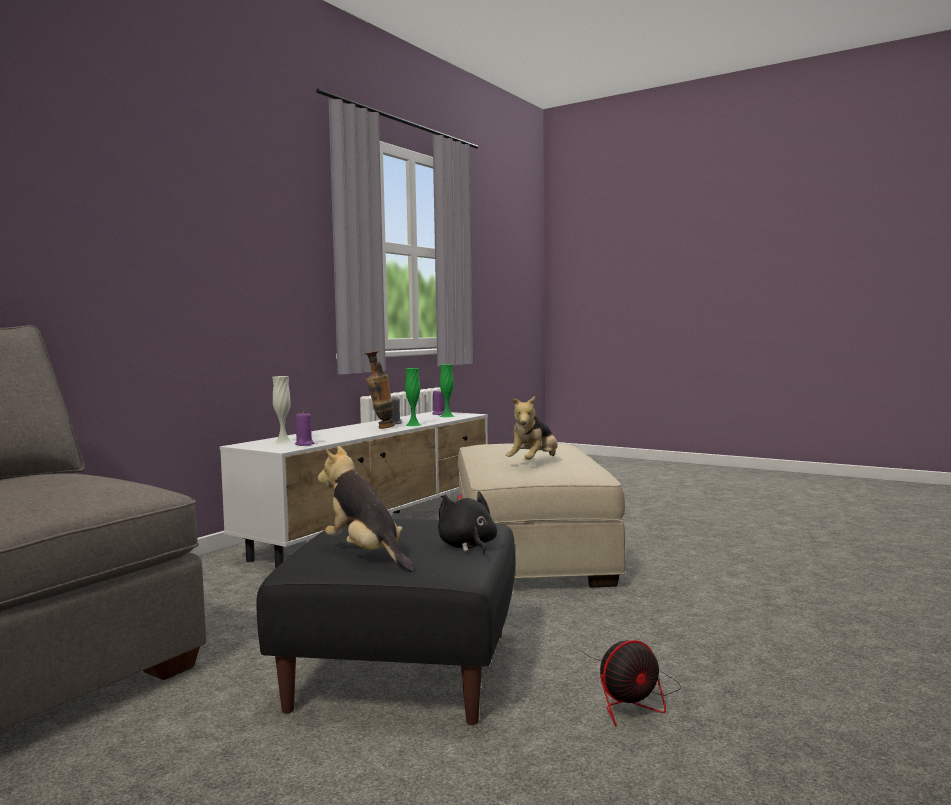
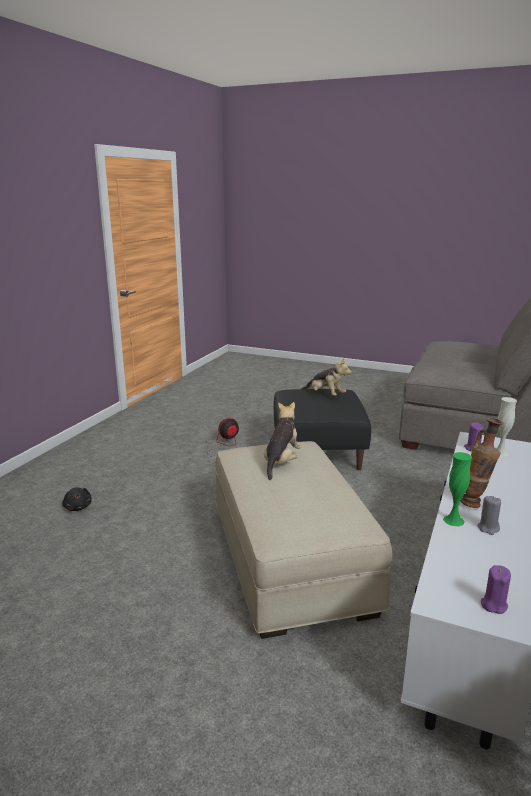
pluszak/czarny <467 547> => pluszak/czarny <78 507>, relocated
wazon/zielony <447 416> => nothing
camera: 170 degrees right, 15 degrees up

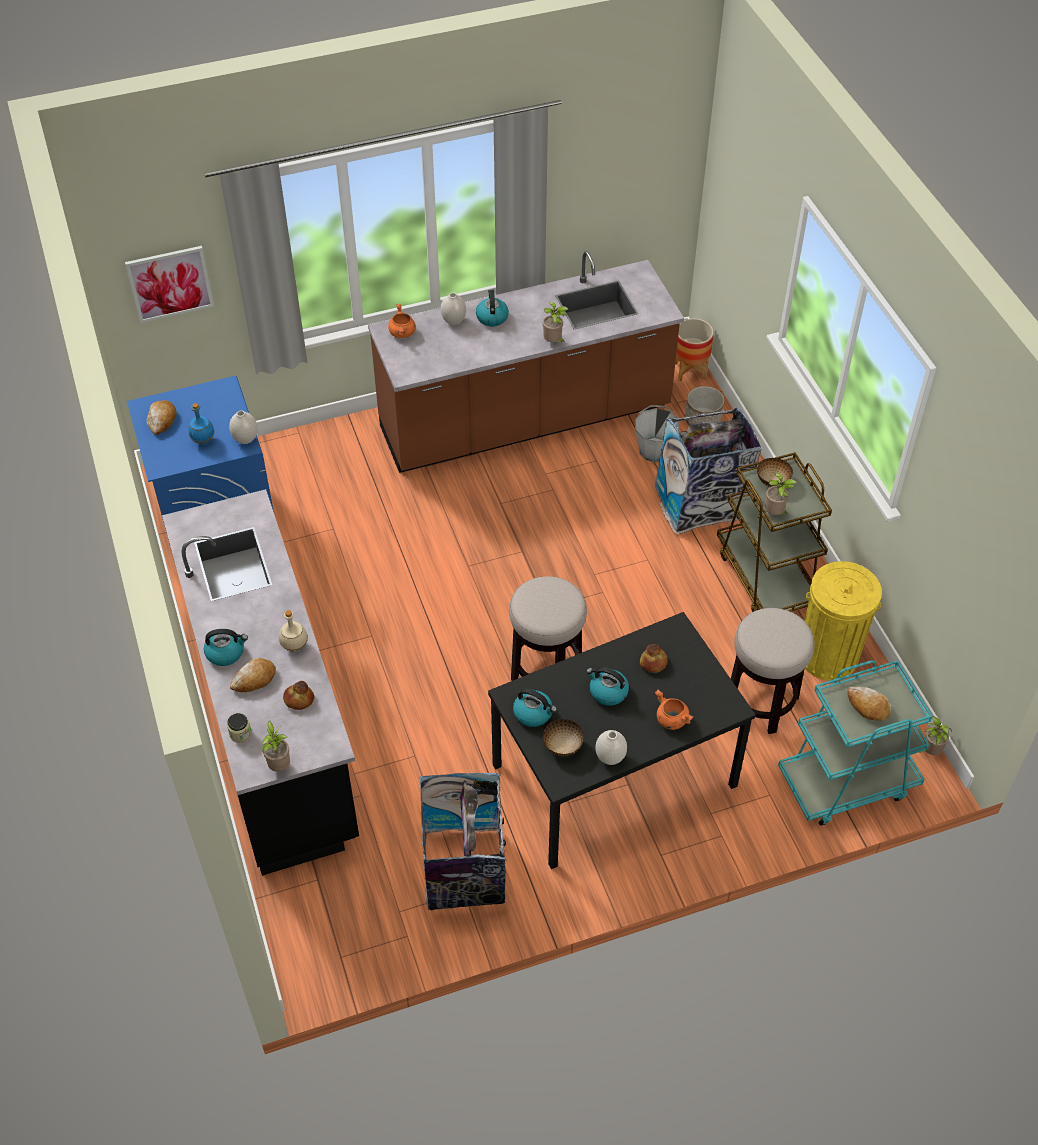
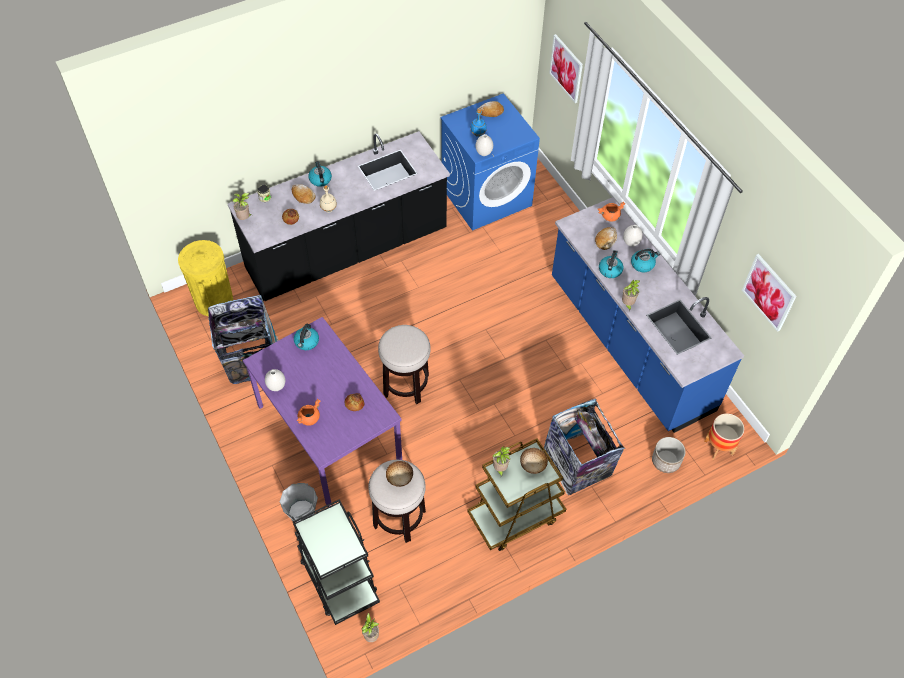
kosz na śmieci/żółty <828 656> => kosz na śmieci/żółty <214 301>, relocated
stół jadalny/czarny <613 777> => stół jadalny/fioletowy <327 432>
wiadro/szary <654 450> => wiadro/szary <302 512>, relocated
wózek/turkusowy <847 782> => wózek/czarny <338 578>
miska <562 746> => miska <400 478>, relocated
zabudowa kuchenna/brązowy <525 421> => zabudowa kuchenna/niebieski <629 344>
chleb <868 706> => chleb <605 240>, relocated
czajnik <607 692> => czajnik <610 270>, relocated
nothing => obraz <769 292>
camera: 80 degrees right, 5 degrees up

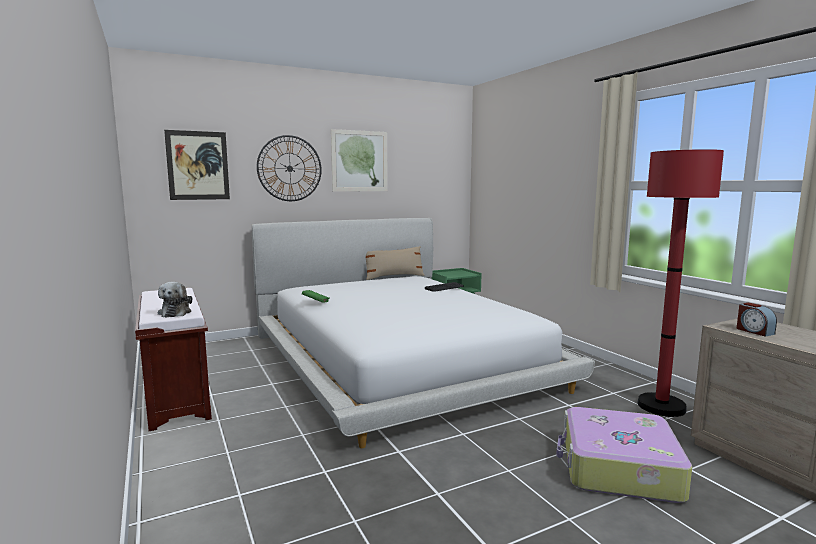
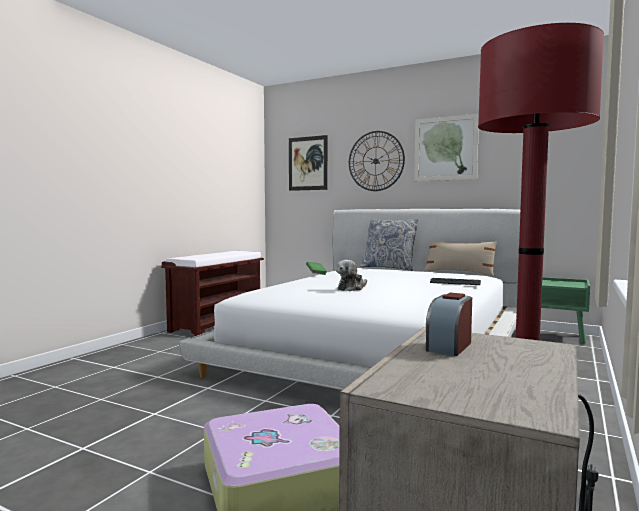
pluszak <175 312> => pluszak <351 288>, relocated
nothing => poduszka <389 268>
camera: 55 degrees right, 5 degrees down

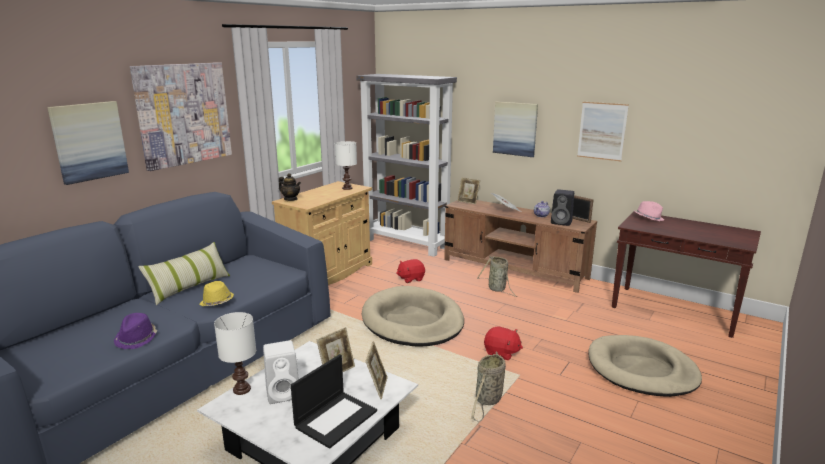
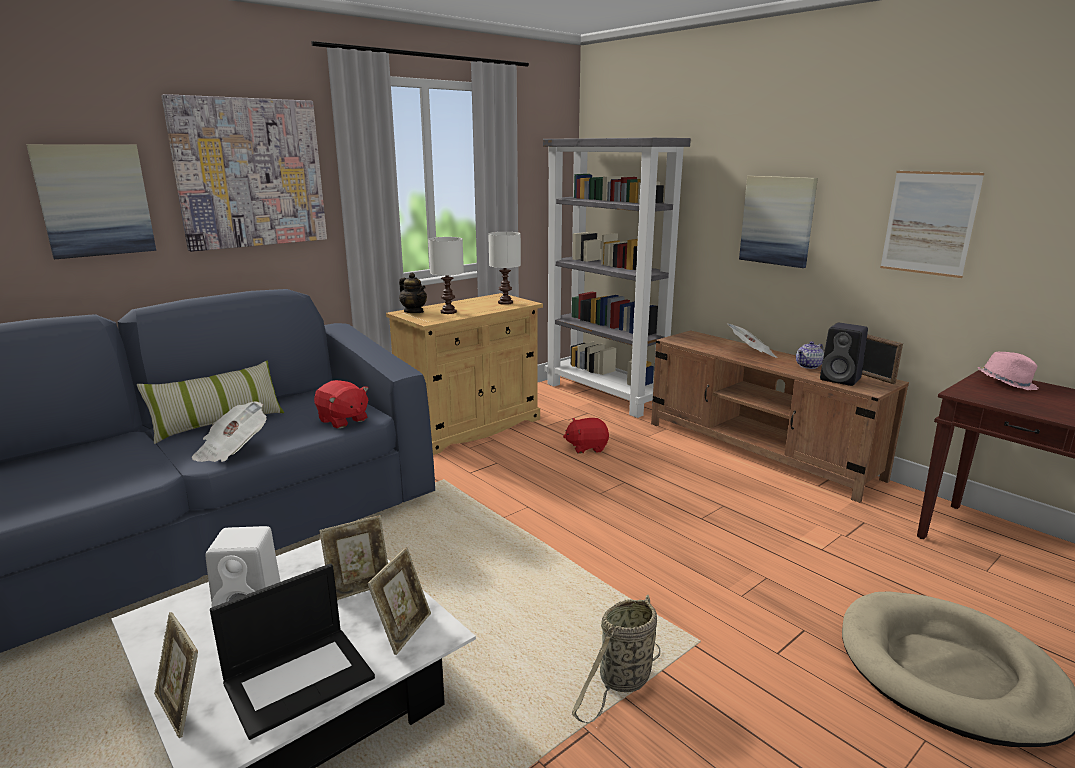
ramka na zdjęcie <468 202> => ramka na zdjęcie <183 707>, relocated
kapelusz/żółty <217 303> => gazeta <232 450>
pluszak/czerwony <501 353> => pluszak/czerwony <343 420>, relocated
lampa stołowa/biały <241 389> => lampa stołowa/biały <448 312>, relocated
kapelusz/fioletowy <137 338> => nothing
legowisko/beżowy <412 321> => nothing
koszyk <497 289> => nothing
camera: 15 degrees right, 0 degrees up

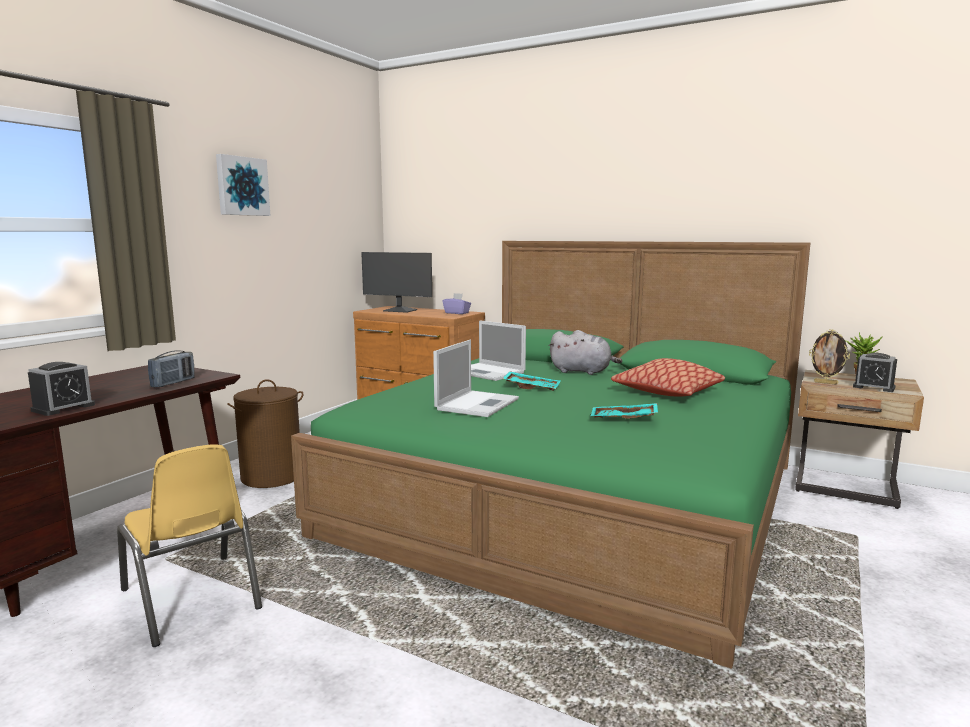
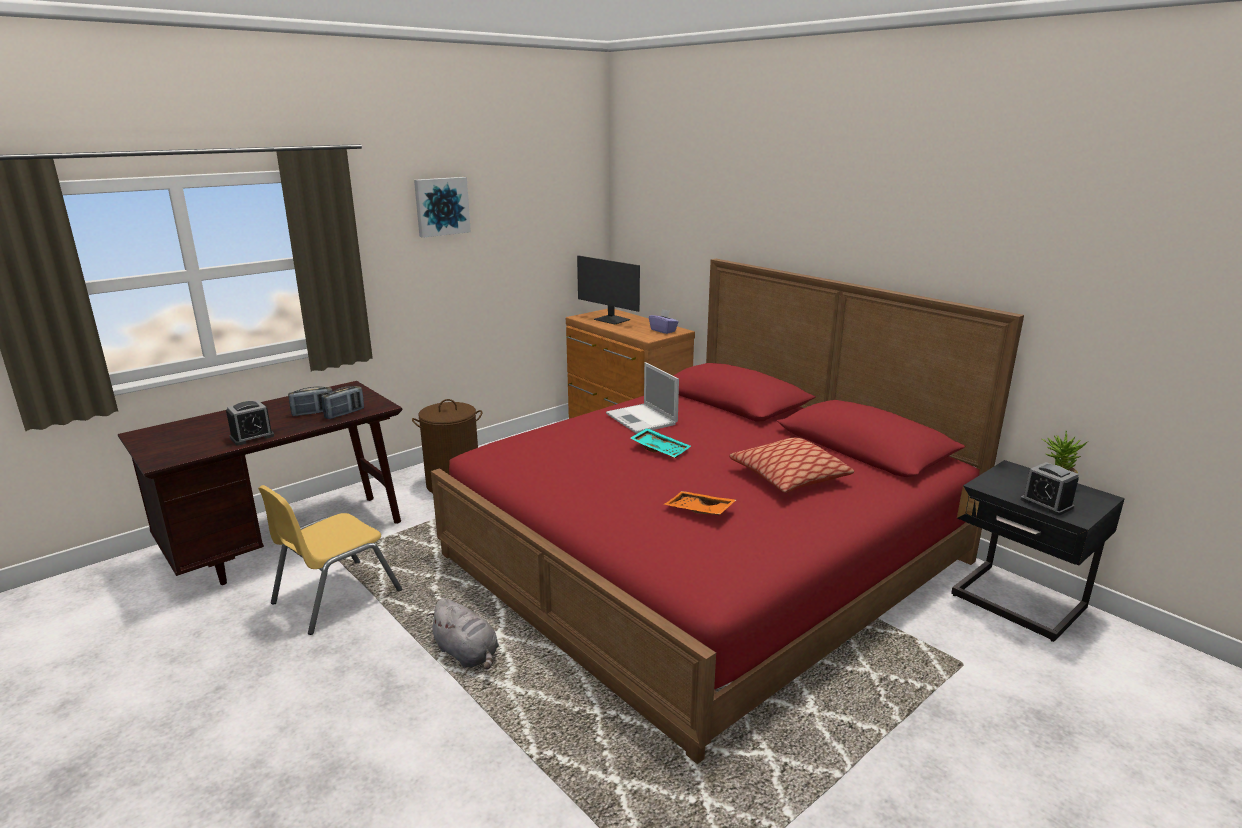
krzesło/żółty <191 599> => krzesło/żółty <335 596>, 60 degrees clockwise
nothing => radio <313 413>
pluszak/szary <583 372> => pluszak/szary <467 654>, relocated
łóżko/zielony <575 497> => łóżko/czerwony <705 557>
taca/turkusowy <623 419> => taca/pomarańczowy <698 511>
szafka nocna/beżowy <846 489> => szafka nocna/czarny <1017 604>
laptop <478 404> => nothing
ramka na zdjęcie <826 383> => nothing
camera: 20 degrees right, 10 degrees up

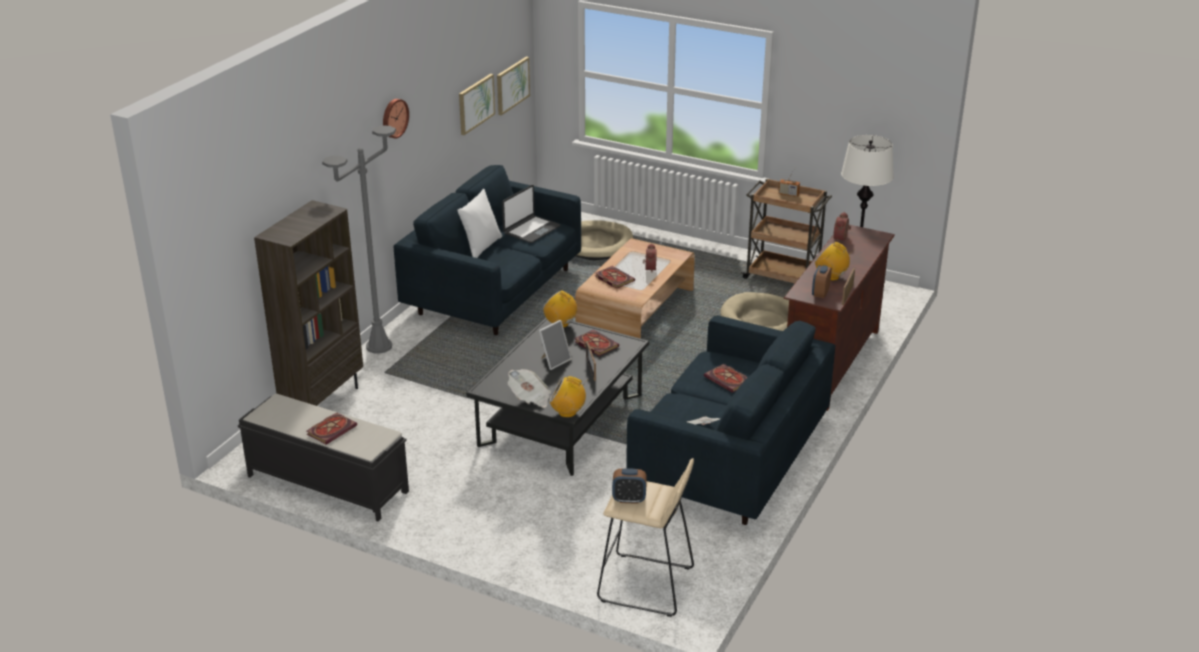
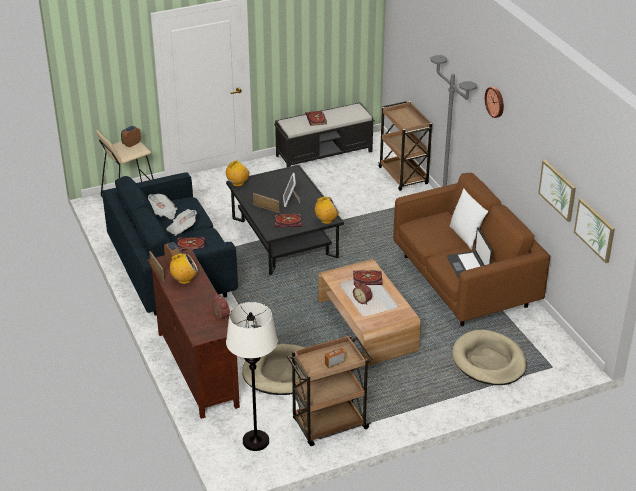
gazeta <530 398> => gazeta <182 229>, relocated
regał/brązowy <323 400> => wózek/brązowy <403 176>
kanapa/niebieski <494 292> => kanapa/brązowy <464 281>
camera: 130 degrees right, 5 degrees up

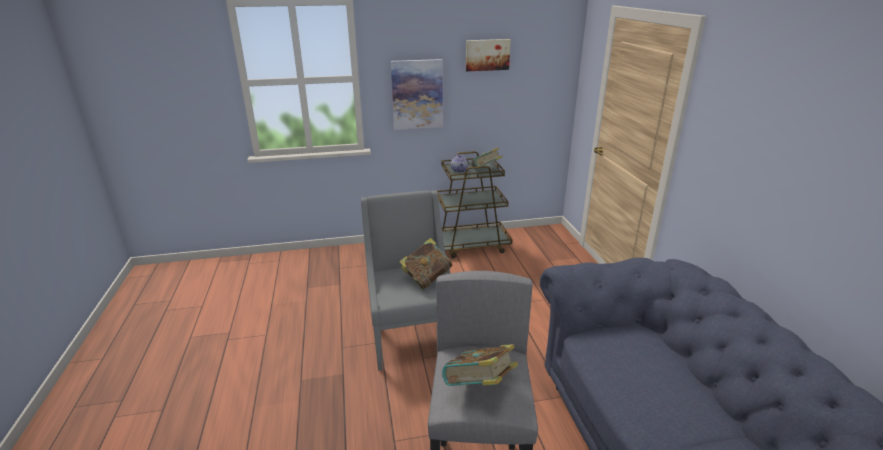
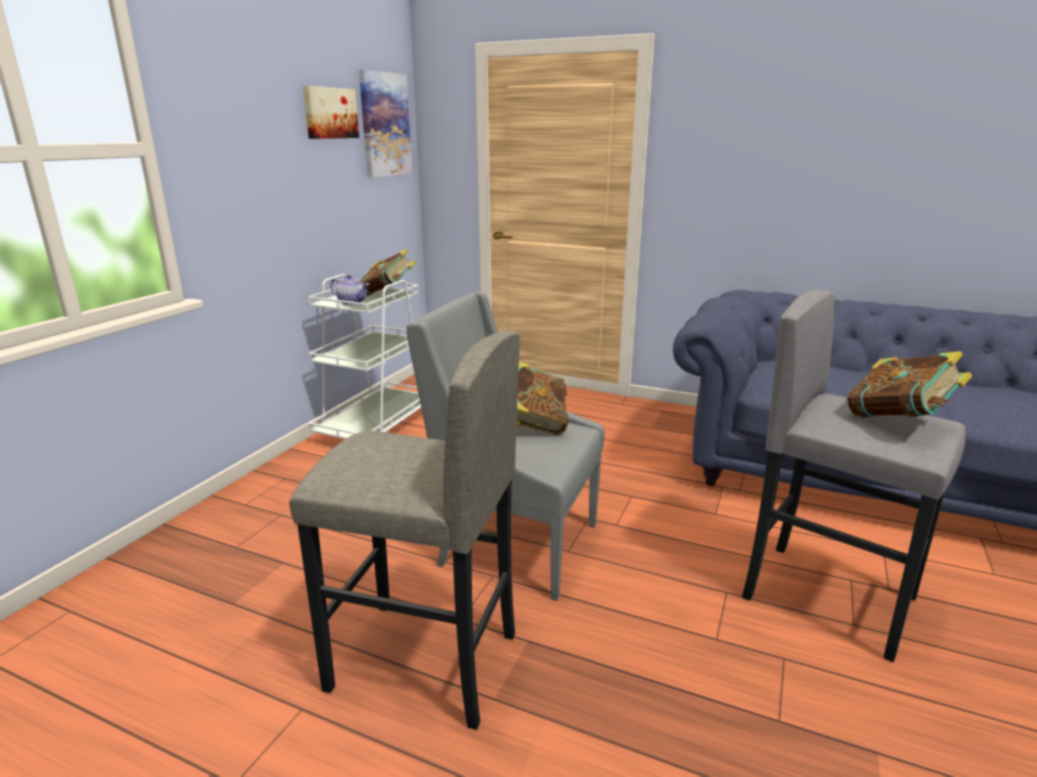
nothing => stołek/szary <424 662>
wózek/brązowy <470 245> => wózek/biały <377 425>
obraz <417 94> => obraz <385 125>, relocated
camera: 55 degrees left, 5 degrees down

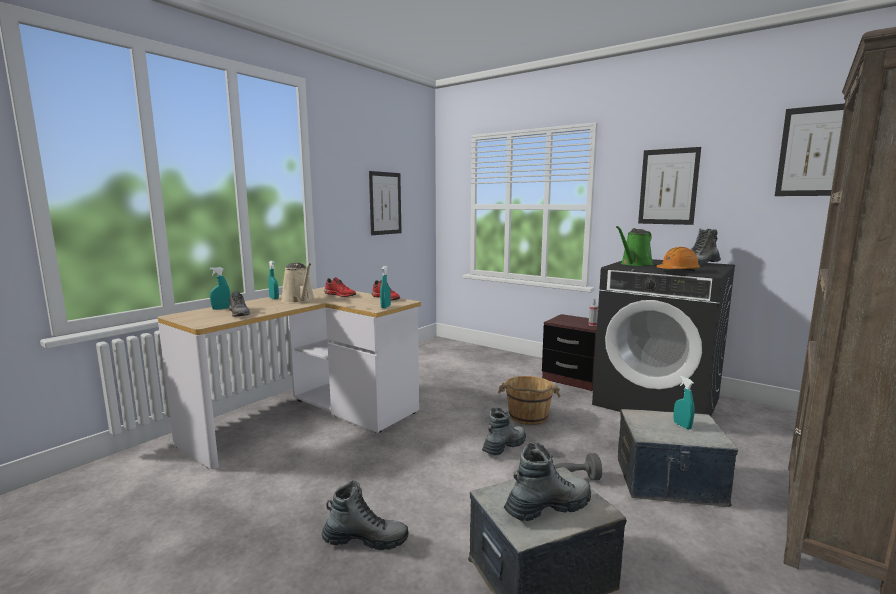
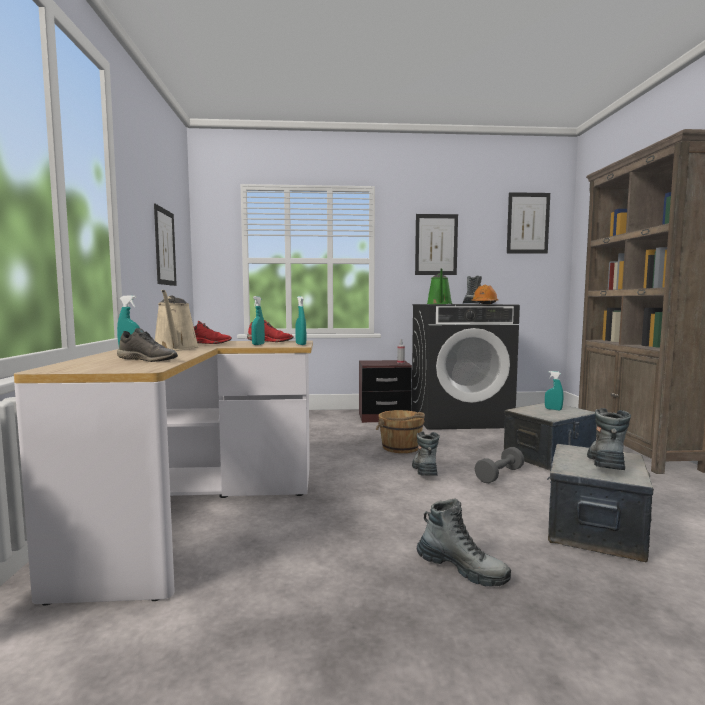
konewka/beżowy <299 300> => konewka/beżowy <175 348>, 60 degrees clockwise
spryskiwacz/turkusowy <221 309> => spryskiwacz/turkusowy <258 344>, relocated
but z cholewką <365 539> => but z cholewką <461 569>, 75 degrees clockwise
camera: 40 degrees left, 5 degrees down

